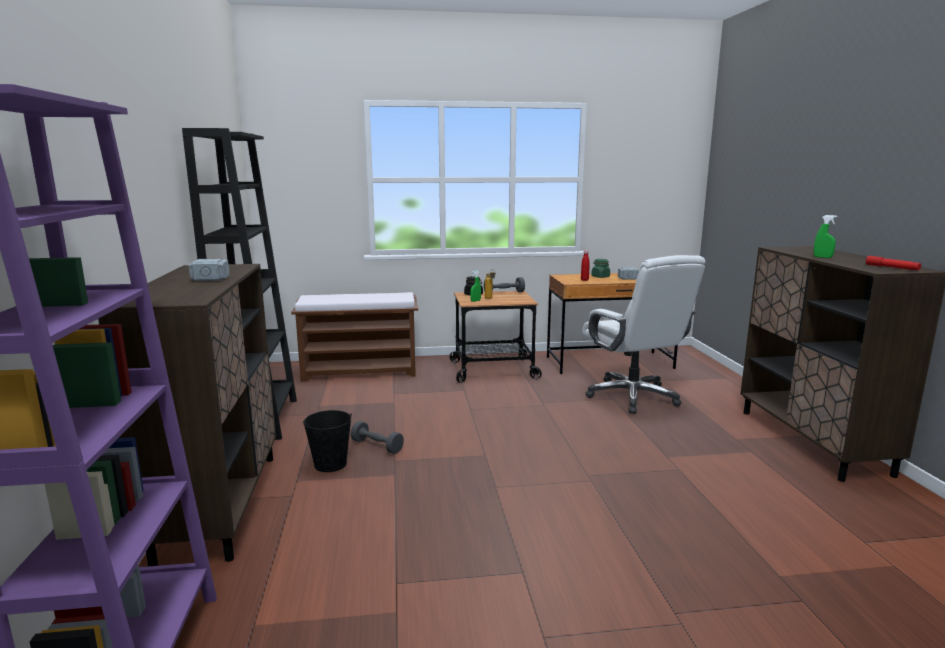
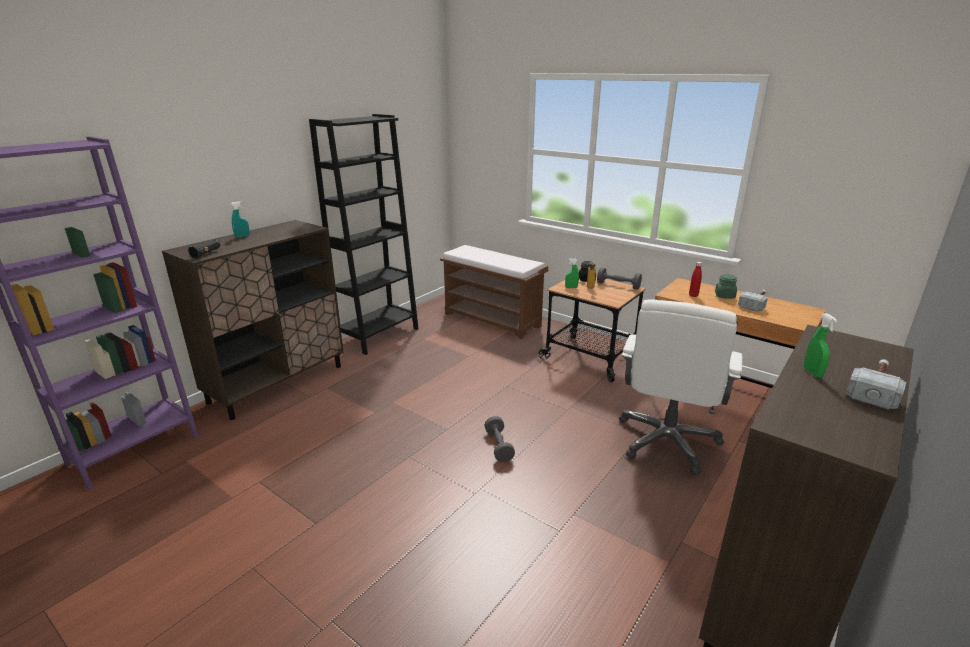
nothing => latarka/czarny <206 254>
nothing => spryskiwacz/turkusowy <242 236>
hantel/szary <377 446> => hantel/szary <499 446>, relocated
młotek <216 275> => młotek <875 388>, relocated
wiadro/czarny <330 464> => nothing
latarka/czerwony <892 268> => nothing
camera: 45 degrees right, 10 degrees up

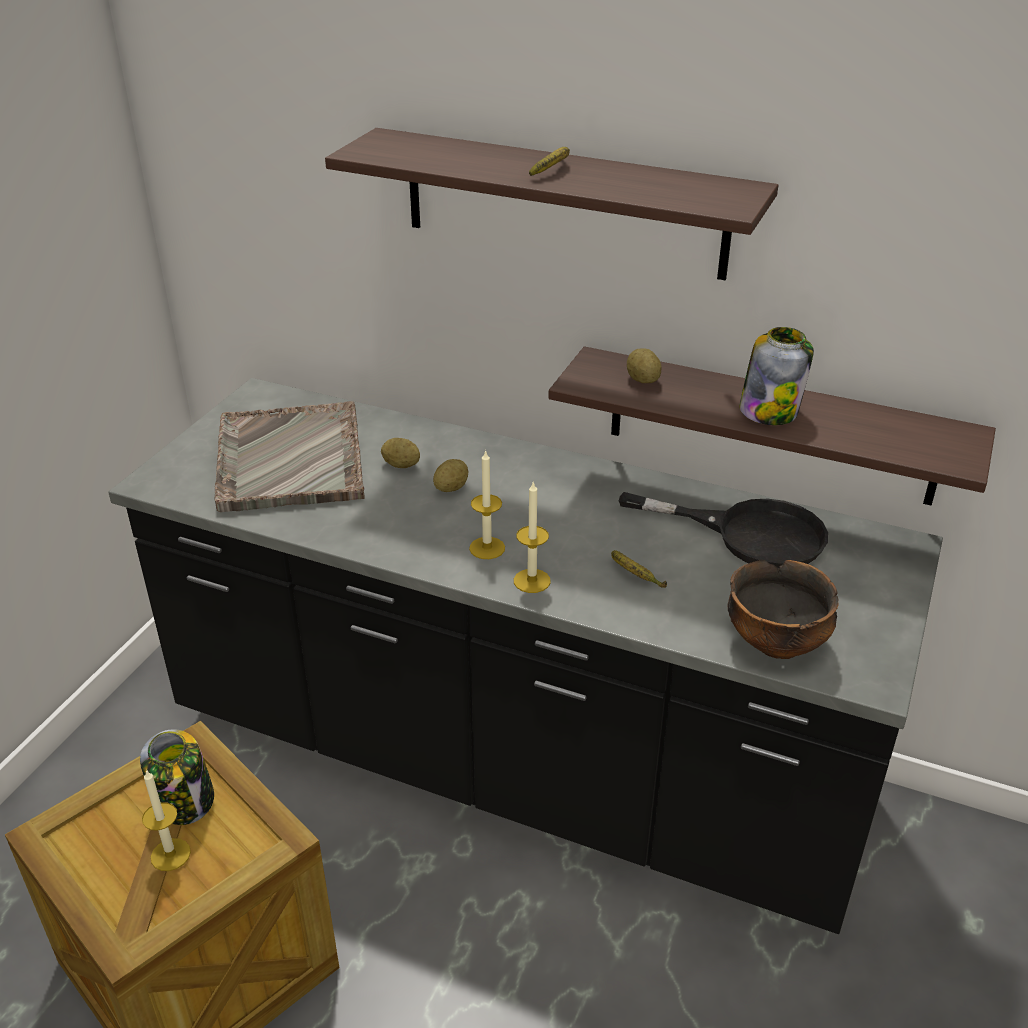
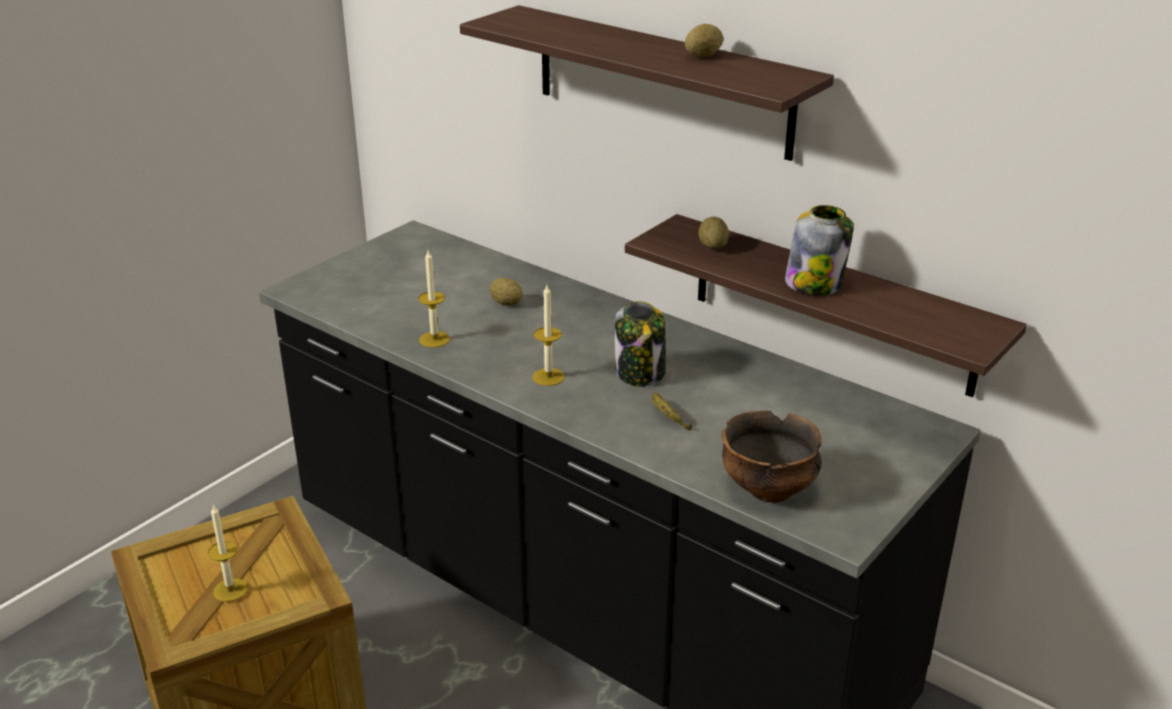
świeca <532 581> => świeca <434 339>, relocated
słoik <185 801> => słoik <640 373>, relocated
ziemniak <451 488> => ziemniak <703 56>, relocated
taca/szary <290 460> => nothing
banan <553 170> => nothing
patelnia/czarny <749 534> => nothing
camera: 15 degrees right, 5 degrees down

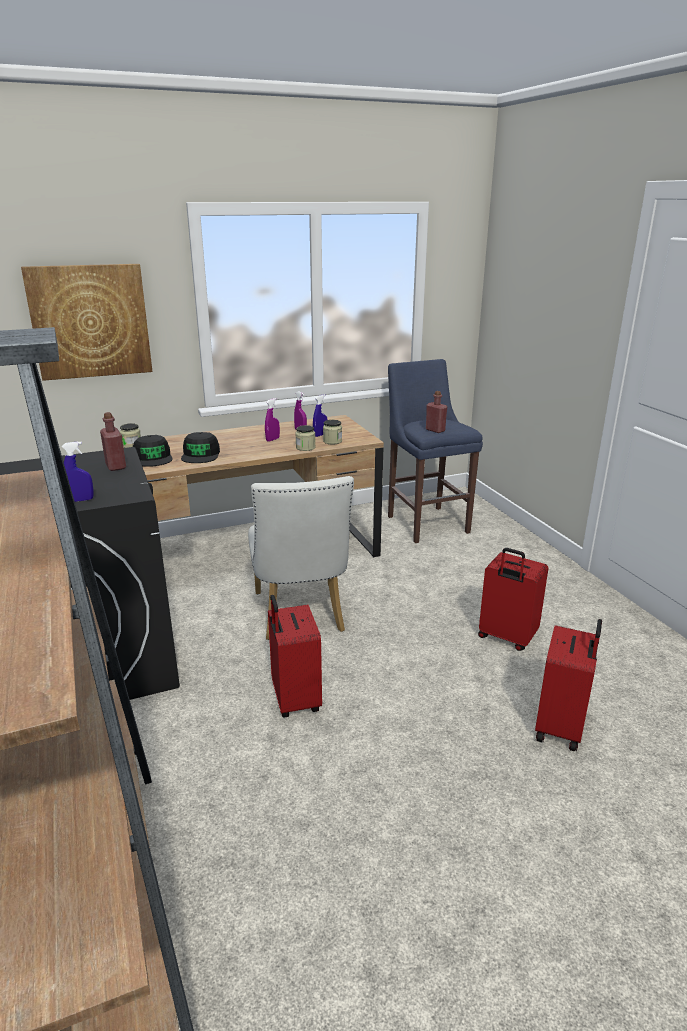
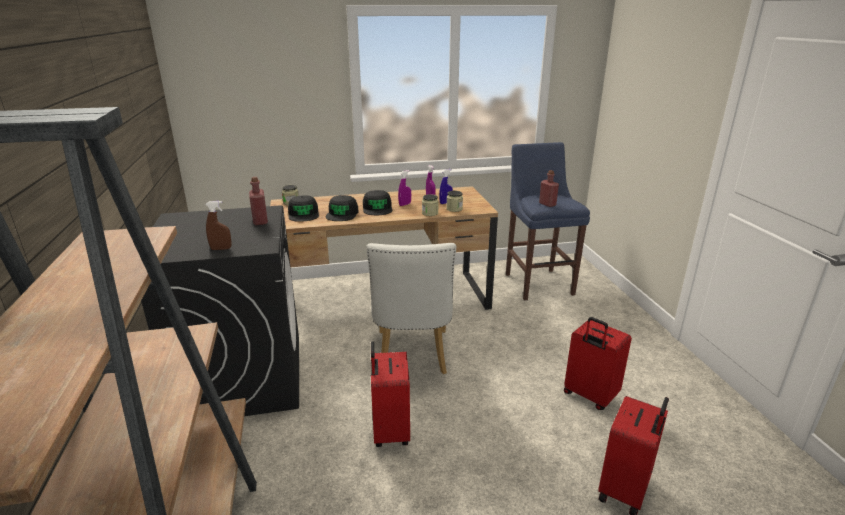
spryskiwacz/niebieski <81 500> => spryskiwacz/brązowy <221 249>
nothing => czapka z daszkiem/czarny <377 208>
obraz <90 321> => nothing
camera: 10 degrees right, 0 degrees up

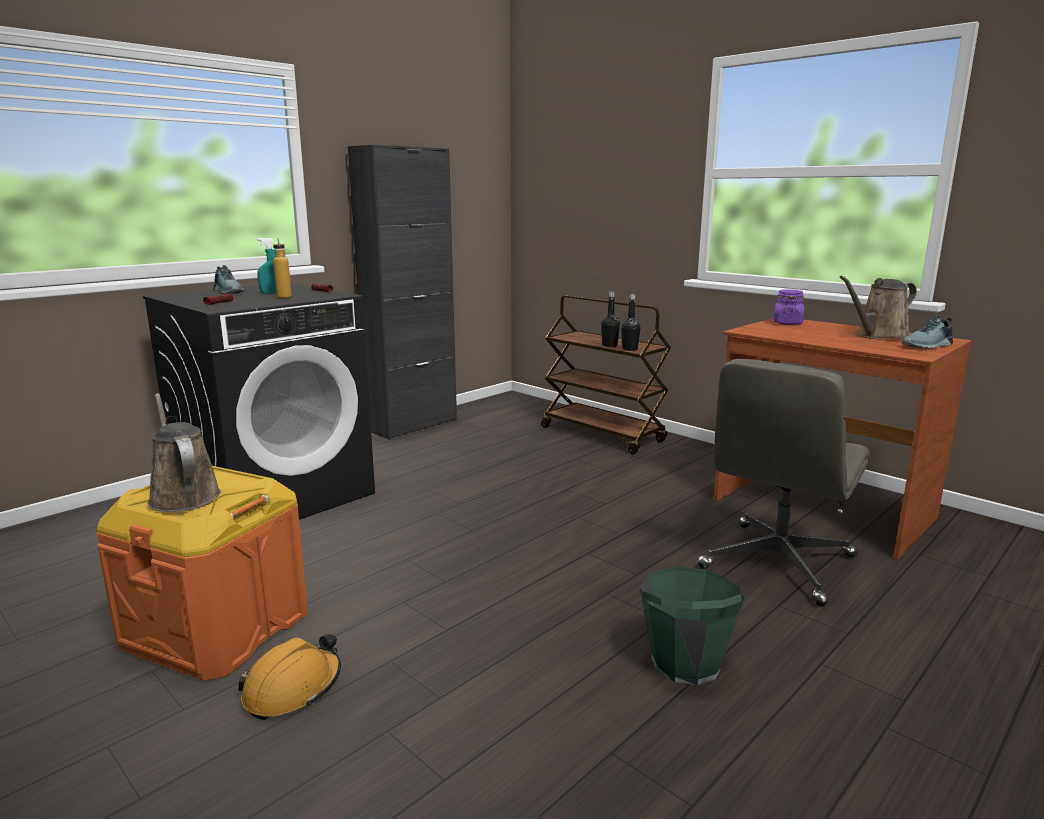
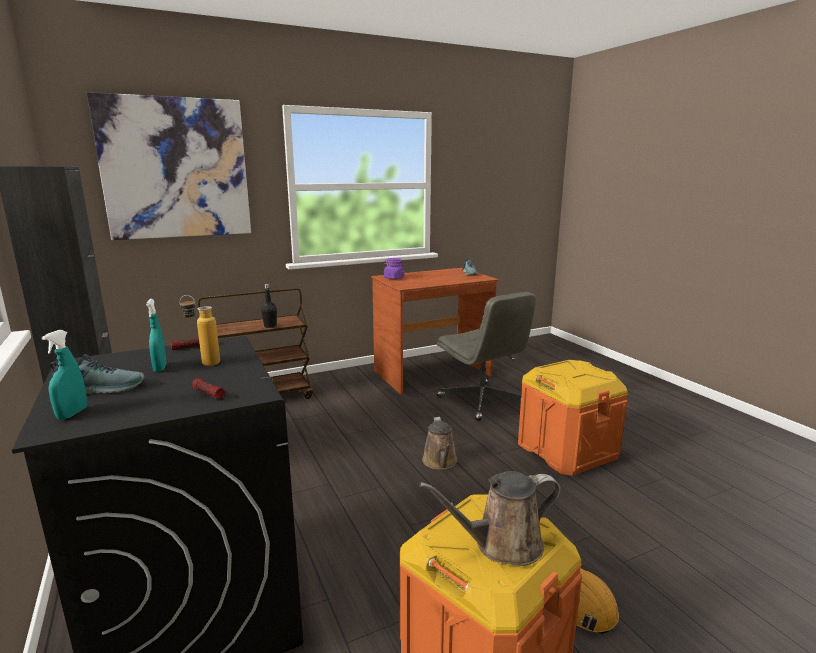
nothing => spryskiwacz/turkusowy <72 414>
nothing => obraz <176 169>
konewka/brązowy <878 336> => konewka/brązowy <440 462>, relocated
wiadro/zielony <685 663> => pojemnik do przechowywania/pomarańczowy <566 450>
butelka/czarny <629 349> => nothing
camera: 70 degrees left, 0 degrees up

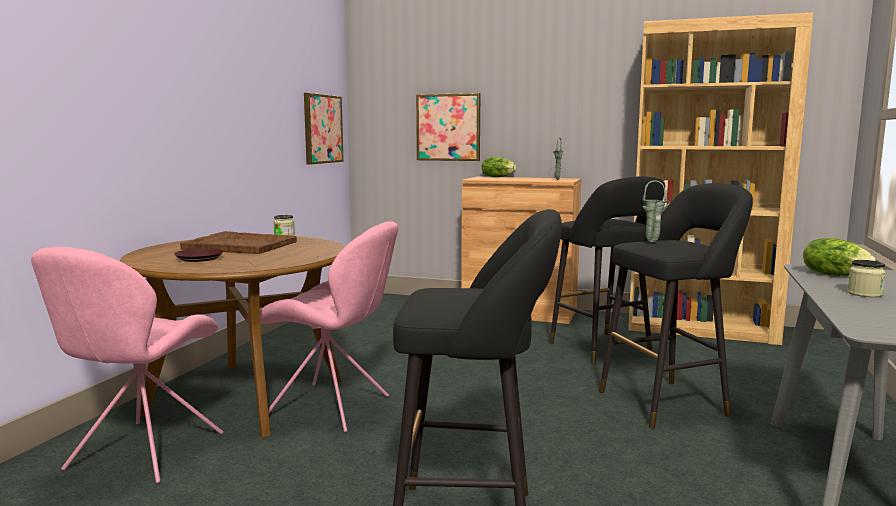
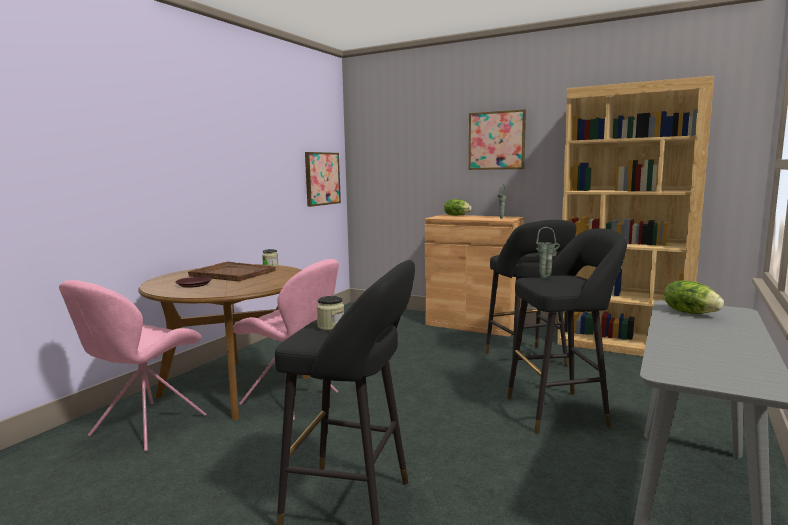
słoik <864 294> => słoik <331 326>, relocated
obraz <448 127> => obraz <496 140>, relocated
camera: 10 degrees right, 0 degrees up

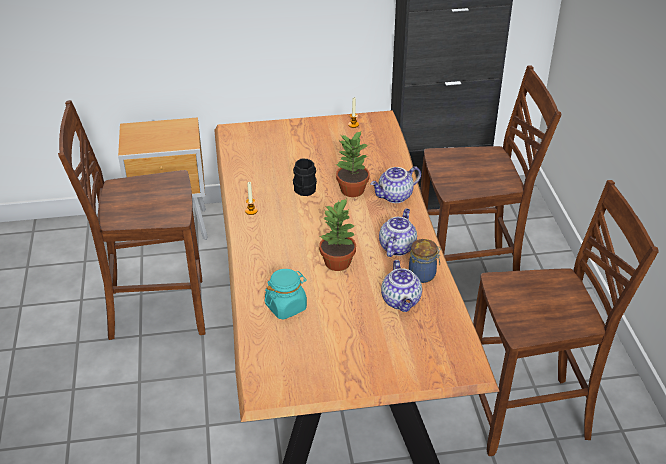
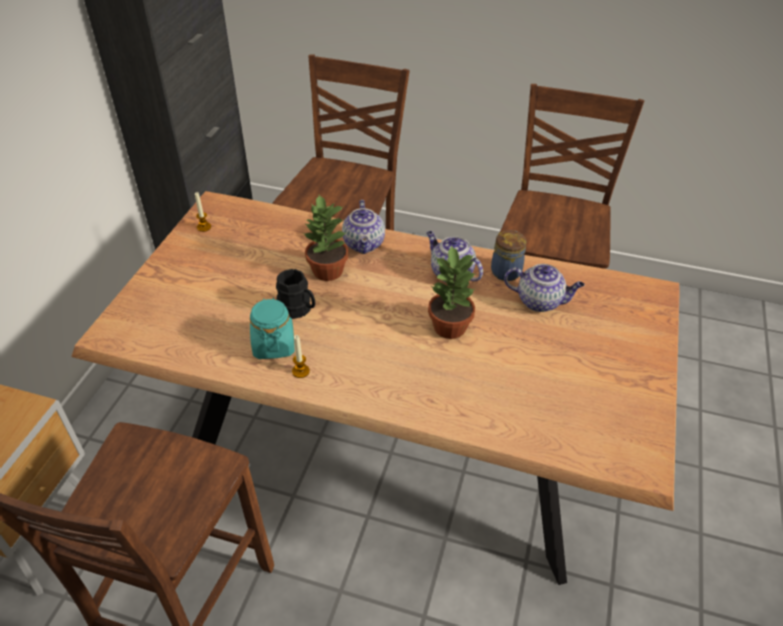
słoik/turkusowy <286 307> => słoik/turkusowy <273 345>, relocated
camera: 65 degrees left, 5 degrees up

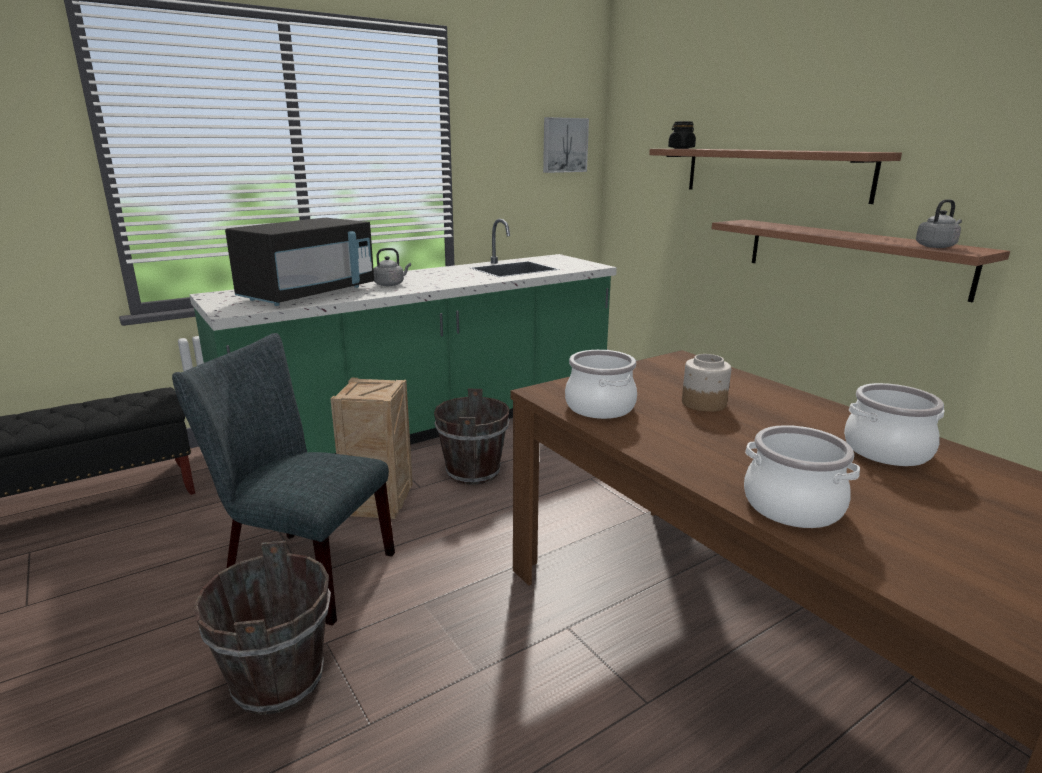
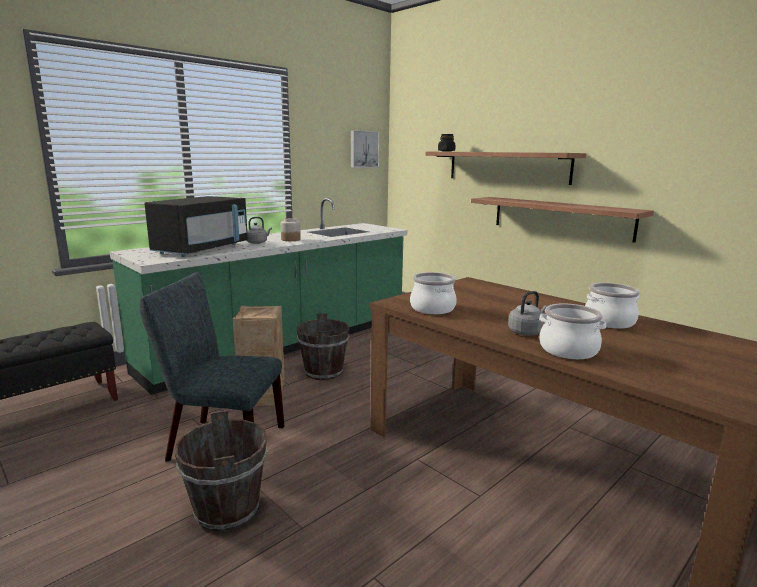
słoik <703 403> => słoik <290 239>, relocated
czajnik/szary <936 246> => czajnik/szary <526 332>, relocated
camera: 10 degrees left, 5 degrees down

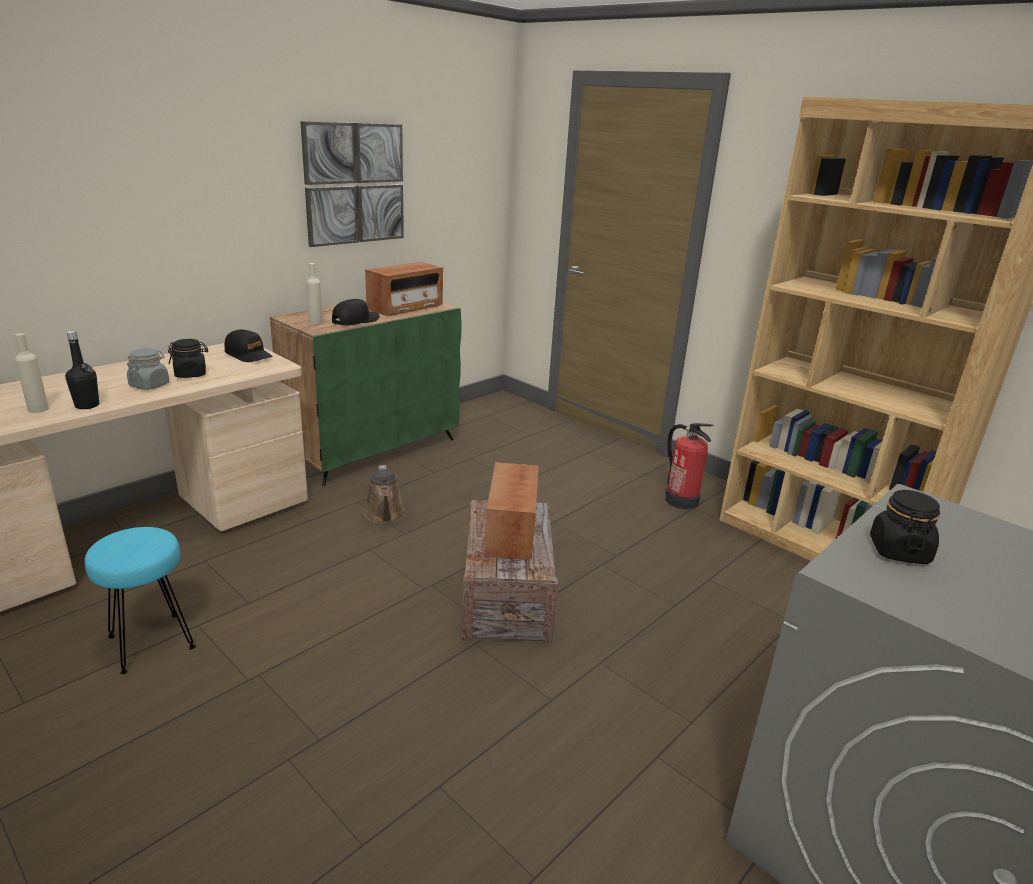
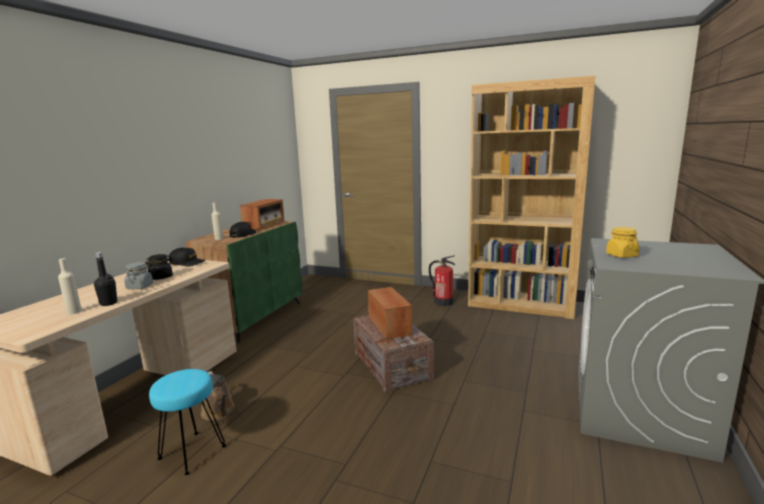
konewka/brązowy <385 515> => konewka/brązowy <219 412>, relocated
słoik/czarny <898 551> => słoik/żółty <621 255>
obraz <354 184> => nothing
camera: 20 degrees left, 10 degrees down

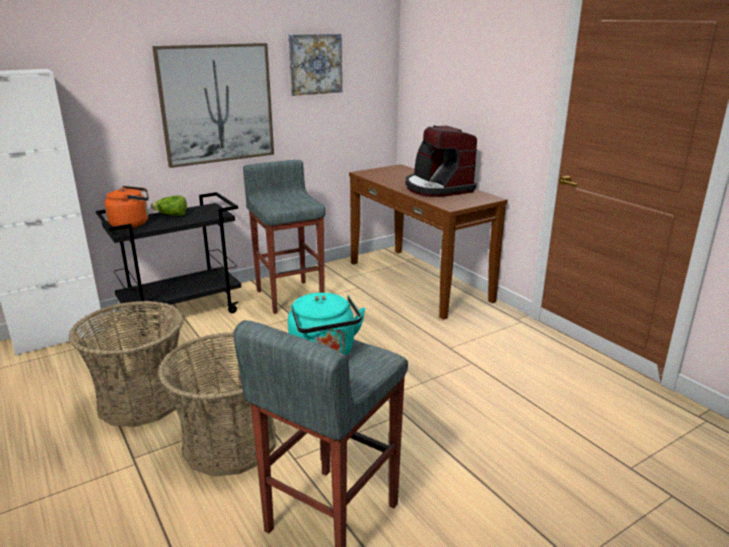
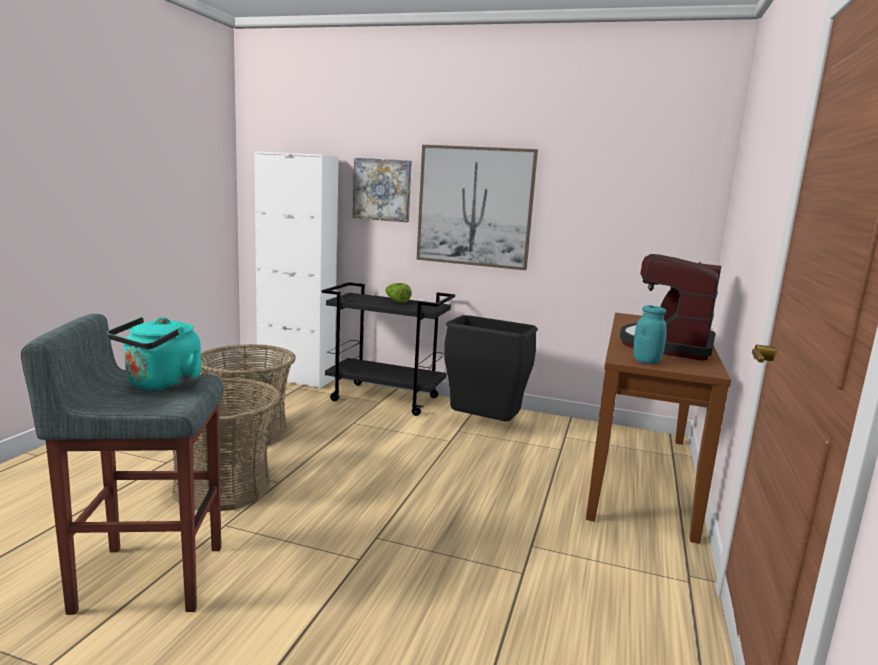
obraz <315 64> => obraz <382 190>, relocated
stołek/szary <290 296> => kosz na śmieci/czarny <484 426>
nothing => słoik/turkusowy <646 361>
czajnik/pomarańczowy <132 224> => nothing
camera: 50 degrees right, 10 degrees down

